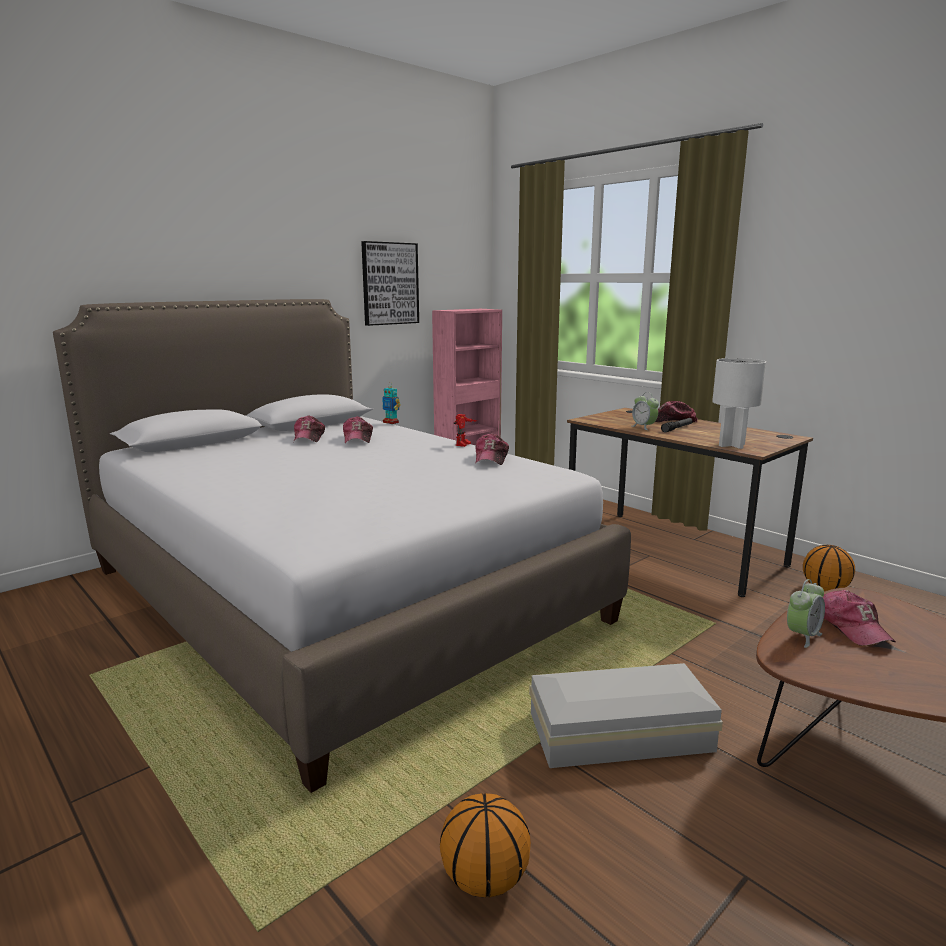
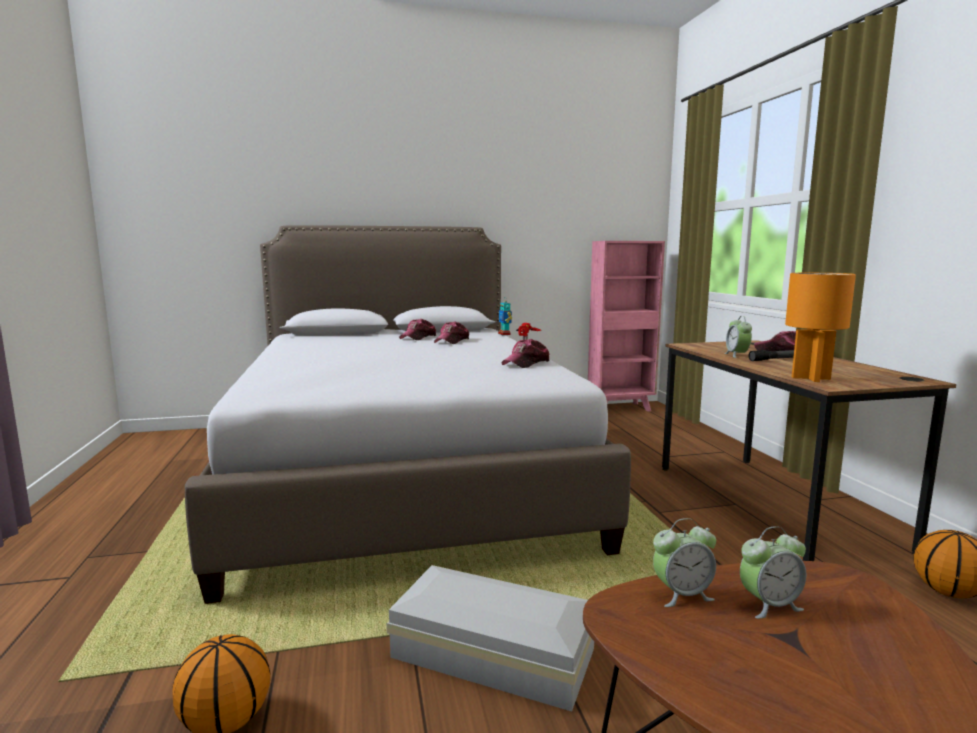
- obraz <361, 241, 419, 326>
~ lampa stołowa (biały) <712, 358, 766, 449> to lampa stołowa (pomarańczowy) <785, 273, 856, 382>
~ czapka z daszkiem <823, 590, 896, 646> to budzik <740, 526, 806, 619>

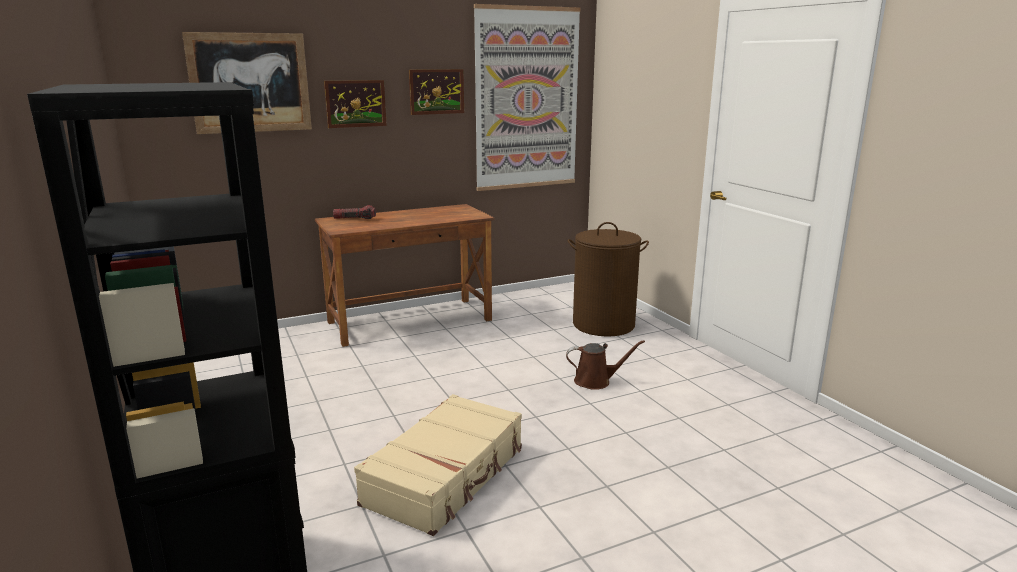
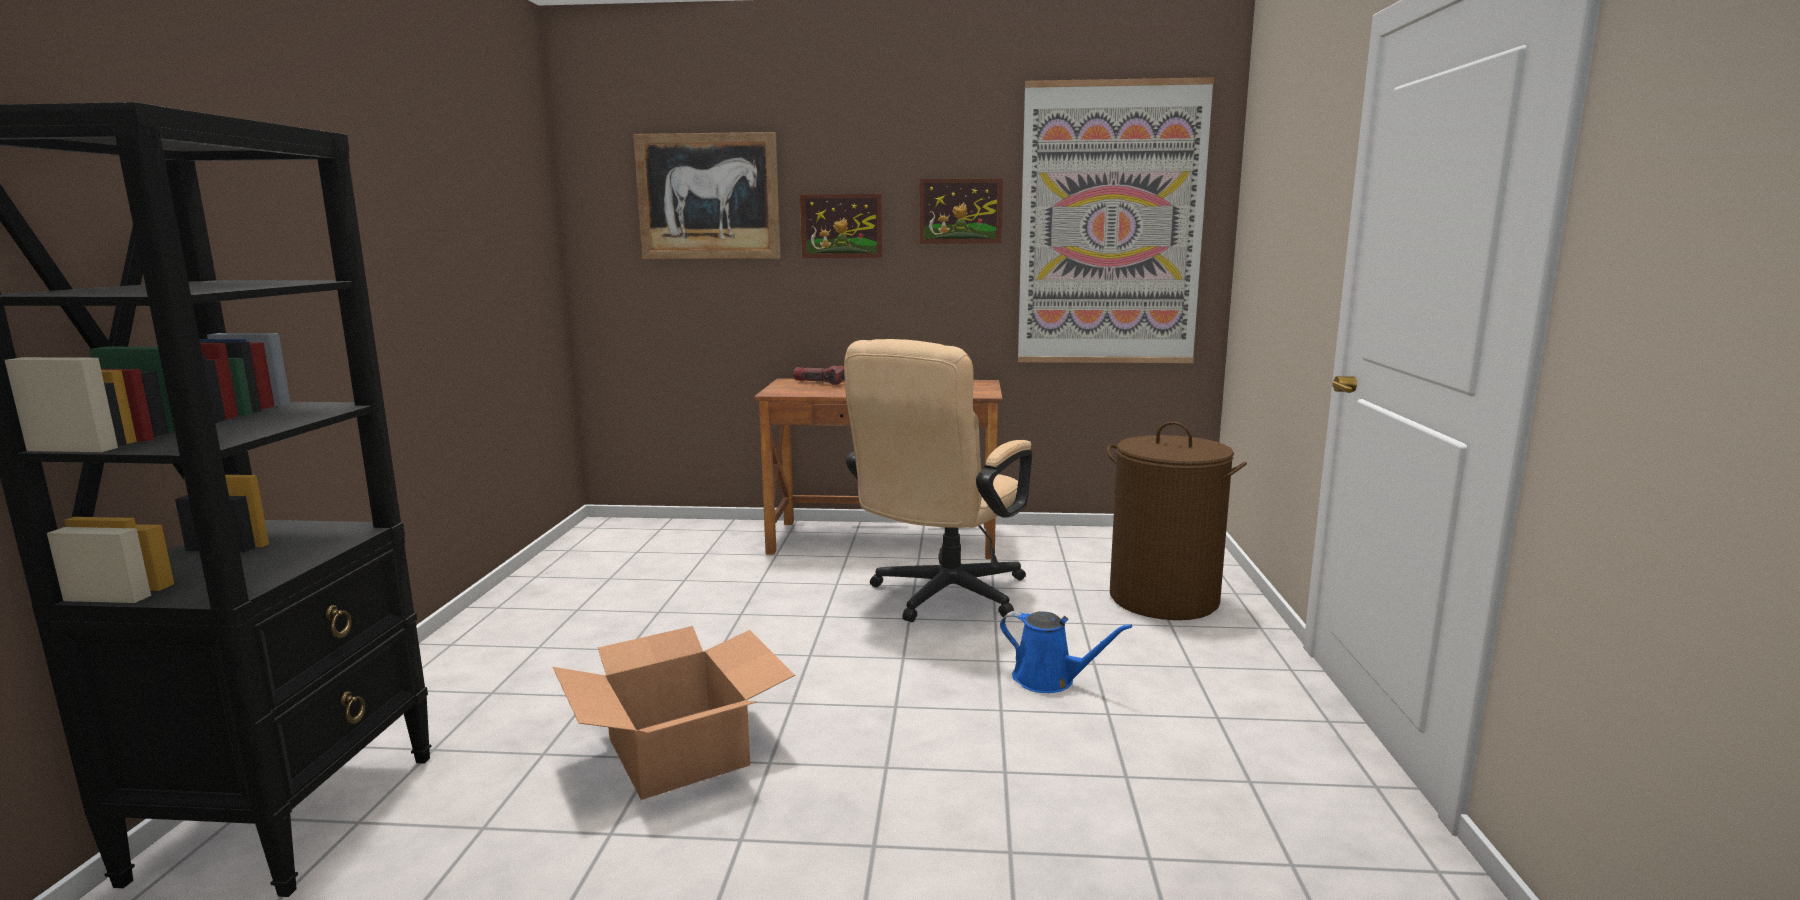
~ walizka (beżowy) <354, 394, 522, 536> to karton <553, 626, 795, 800>
~ konewka (brązowy) <566, 340, 645, 390> to konewka (niebieski) <1000, 611, 1132, 693>
+ krzesło biurowe (beżowy) <844, 339, 1032, 622>

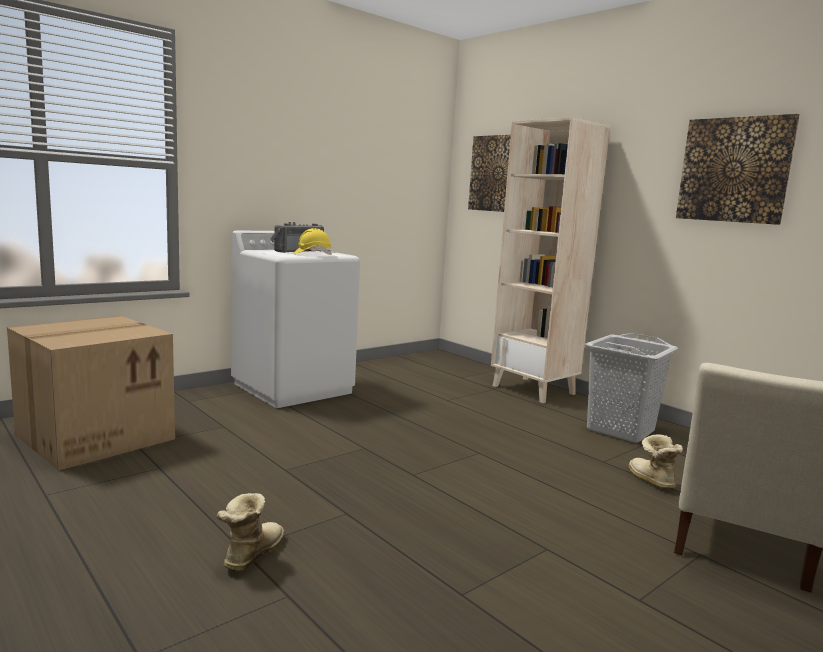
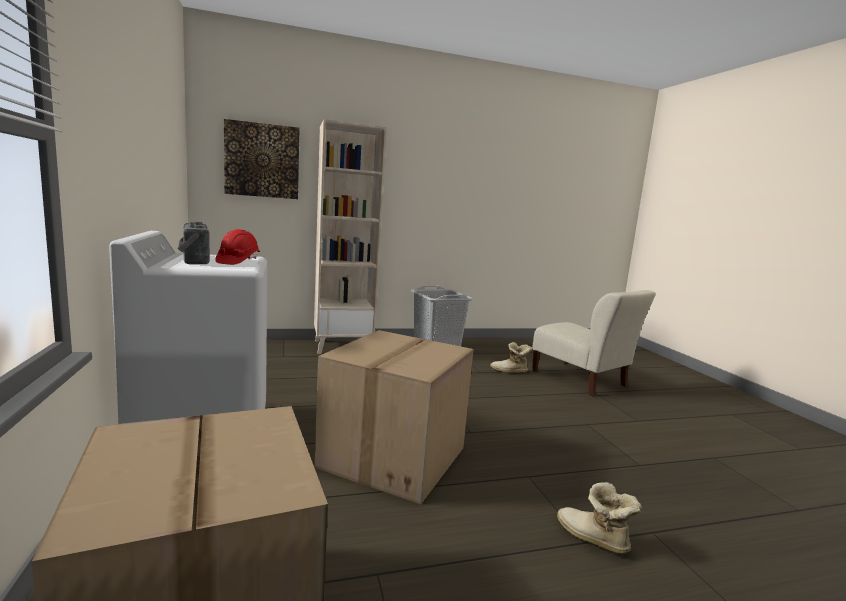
~ kask (żółty) <293, 228, 332, 255> to kask (czerwony) <215, 229, 260, 265>
- obraz <676, 114, 800, 225>
+ karton <315, 330, 473, 505>

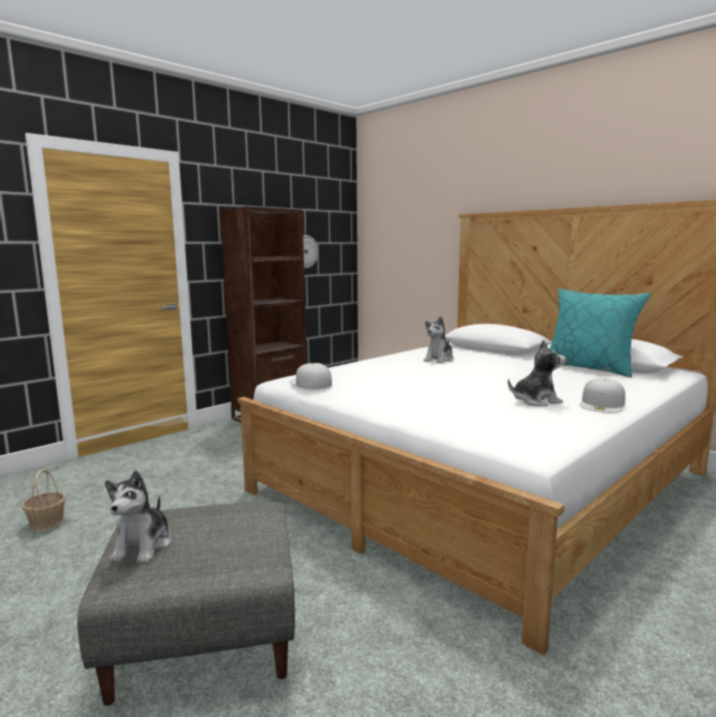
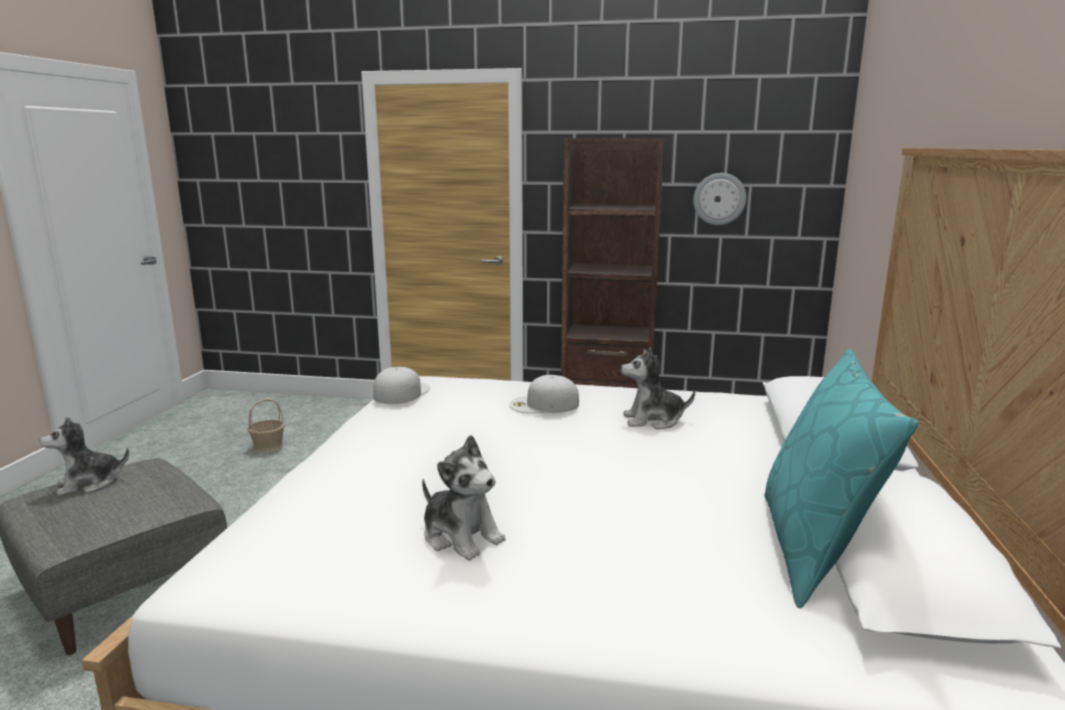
~ czapka z daszkiem (biały) <579, 379, 625, 413> to <509, 375, 579, 413>

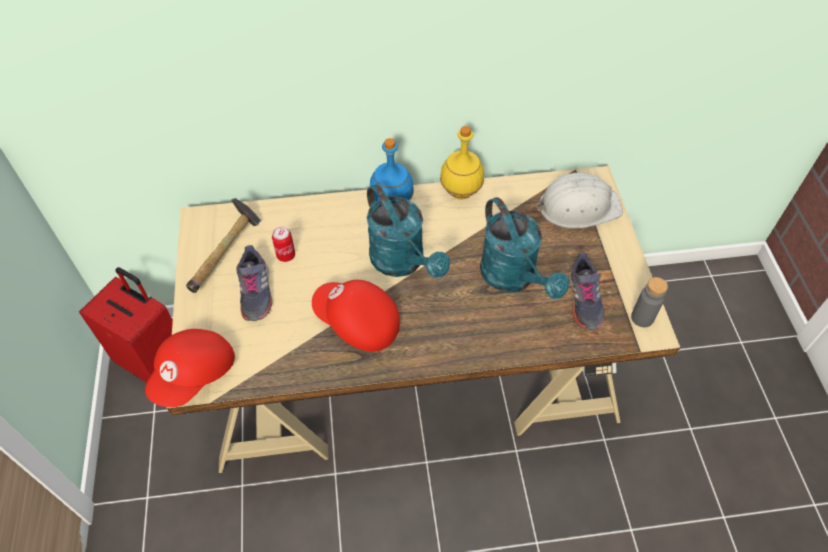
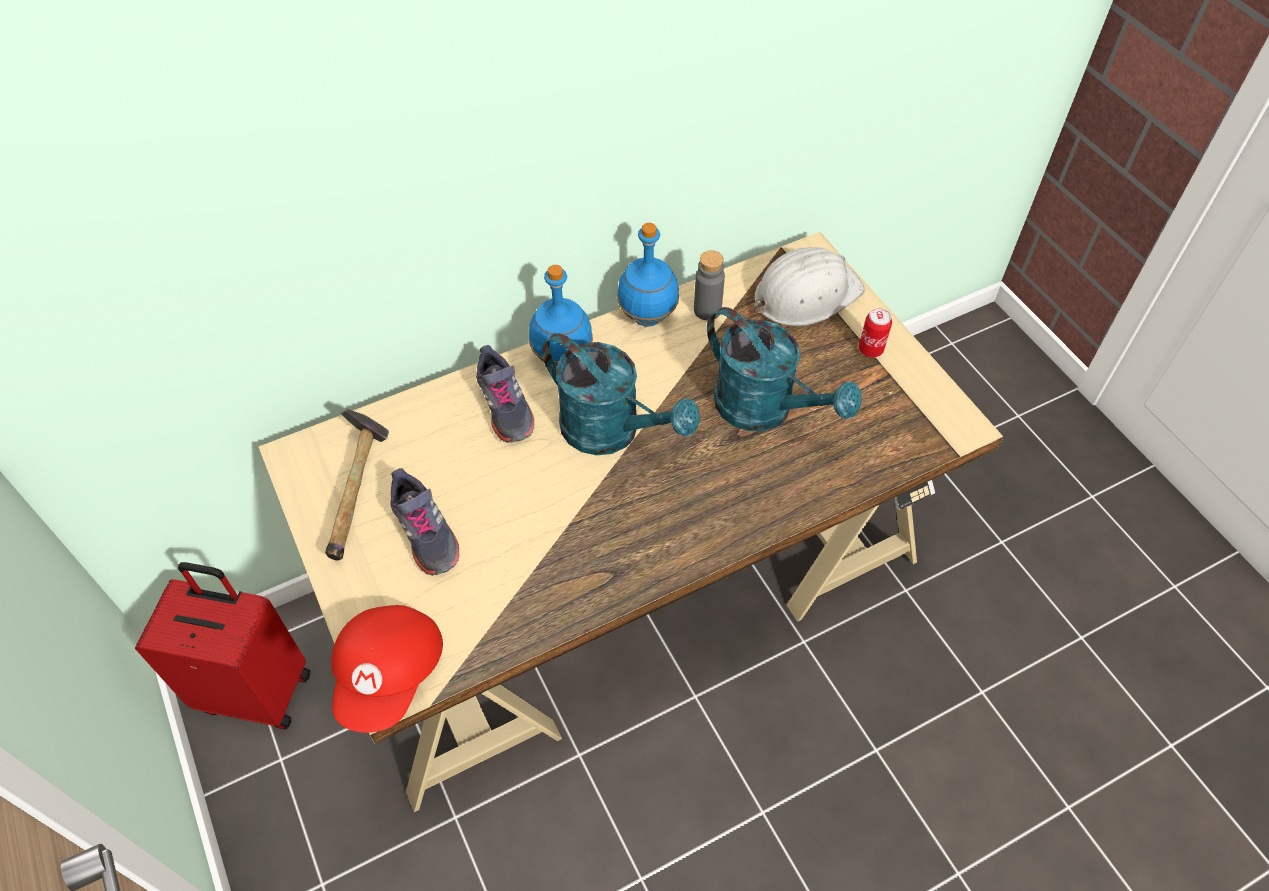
~ puszka <272, 227, 295, 262> to <859, 308, 892, 357>
- czapka z daszkiem (czerwony) <312, 280, 400, 352>
~ butelka (żółty) <440, 126, 484, 200> to butelka (niebieski) <617, 223, 679, 327>
~ but (szary) <569, 253, 605, 330> to <476, 345, 534, 443>
~ butelka (szary) <631, 277, 668, 327> to <694, 250, 725, 321>

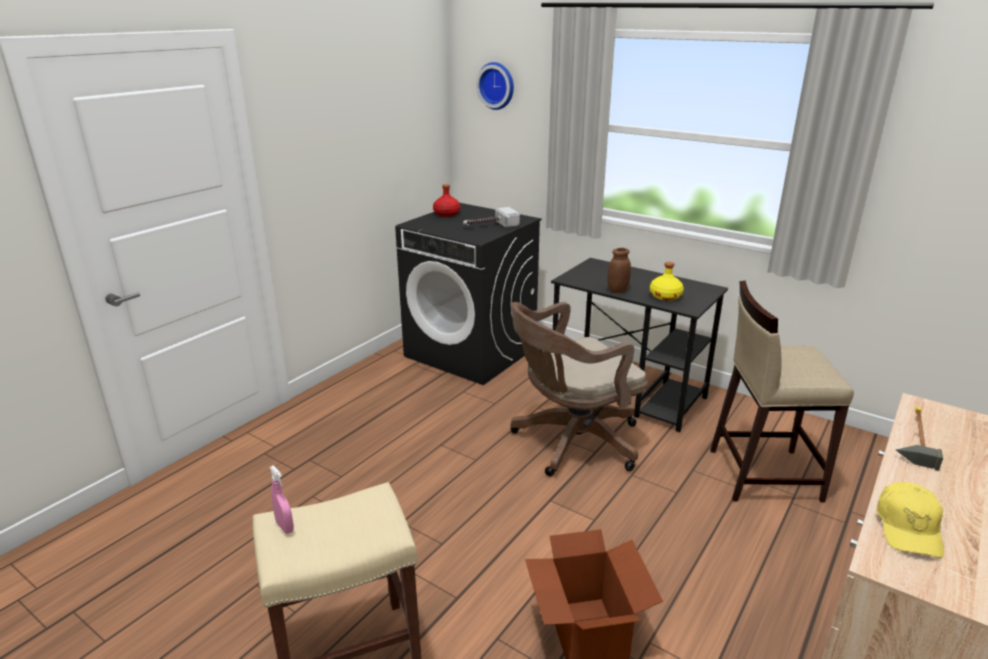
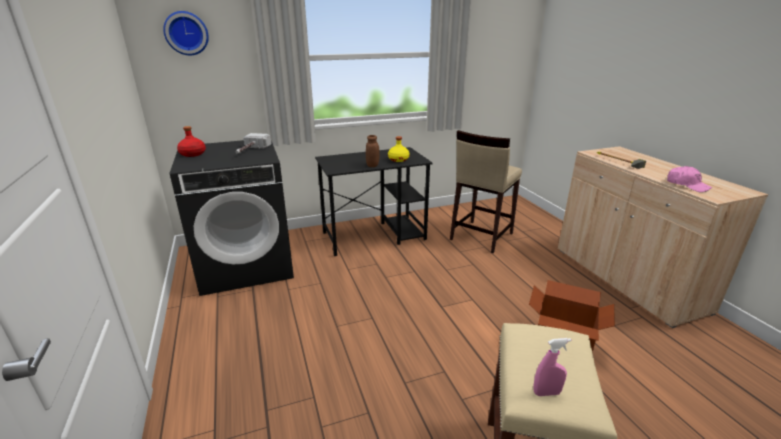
- krzesło biurowe (brązowy) <510, 302, 648, 476>
~ czapka z daszkiem (żółty) <876, 482, 944, 558> to czapka z daszkiem (różowy) <667, 166, 712, 192>

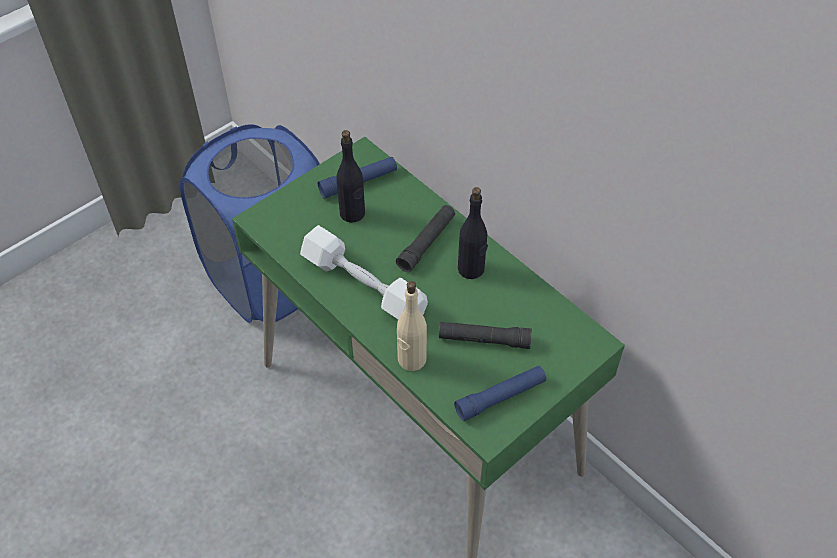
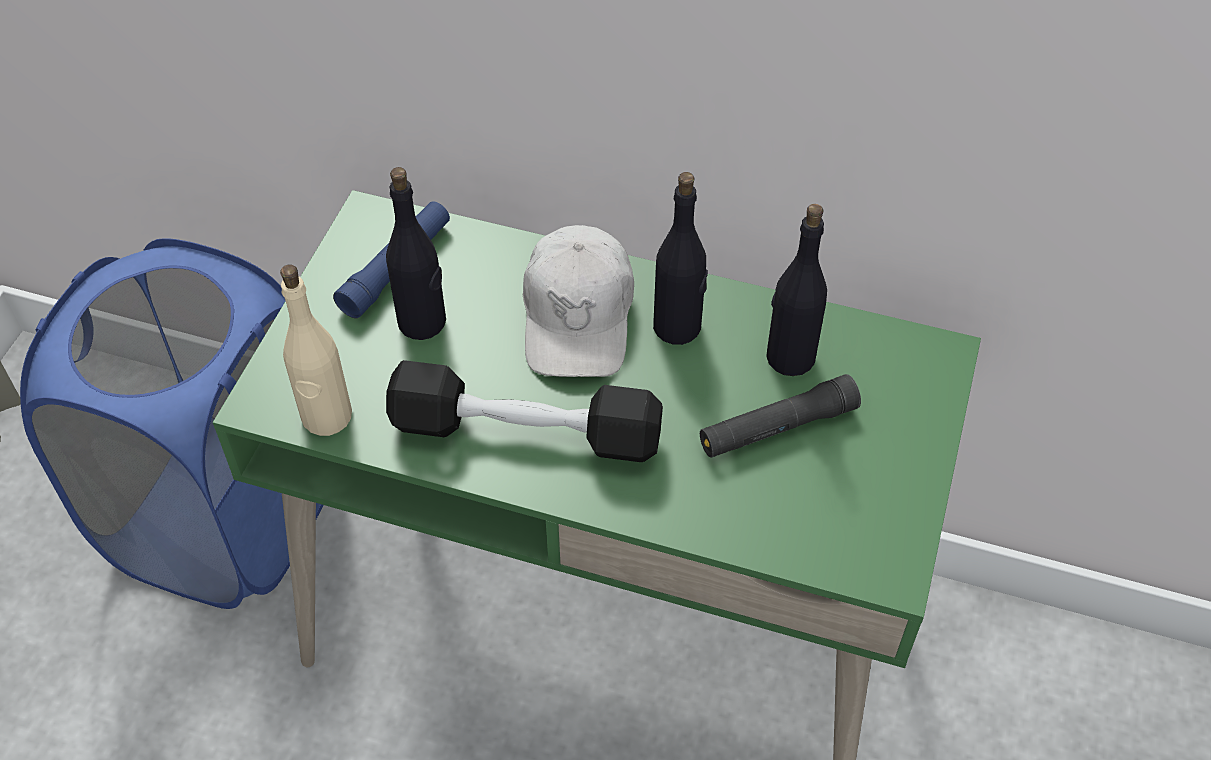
~ hantel (biały) <300, 225, 428, 319> to hantel (czarny) <386, 360, 663, 462>
~ latarka (czarny) <396, 205, 455, 272> to czapka z daszkiem (biały) <523, 225, 634, 377>
~ butelka (beżowy) <397, 281, 427, 371> to <280, 264, 352, 436>
- latarka (niebieski) <454, 366, 546, 421>
+ butelka (czarny) <766, 204, 827, 376>

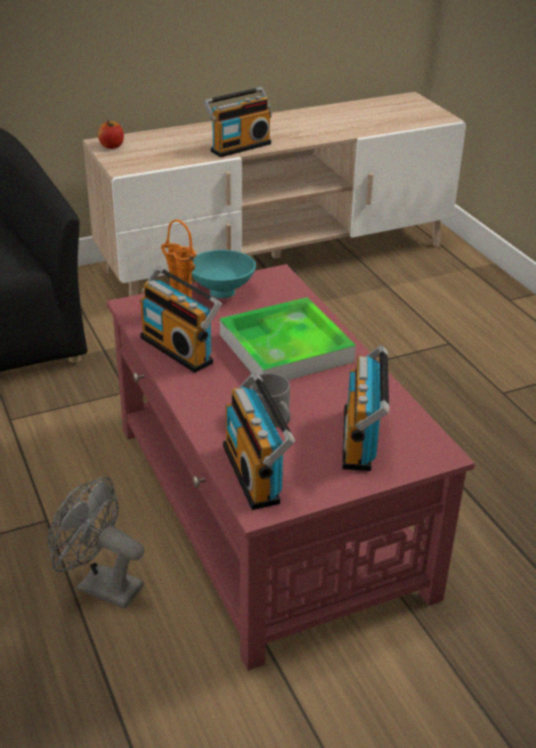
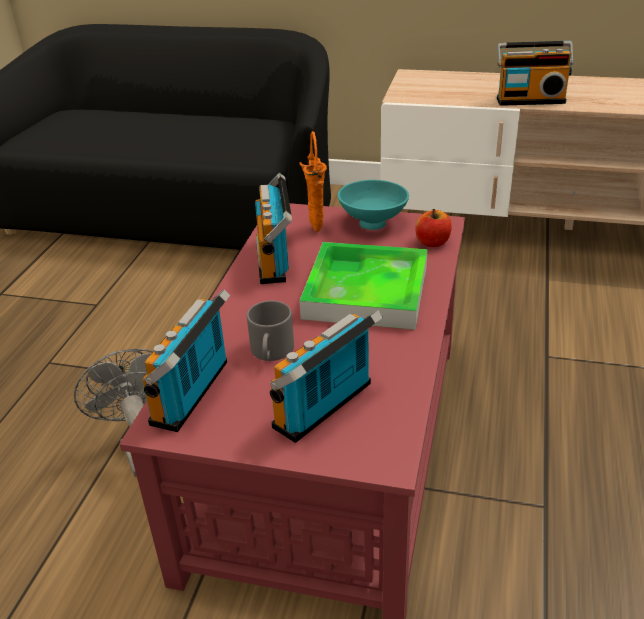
~ jabłko <98, 120, 124, 149> to <415, 209, 451, 247>

